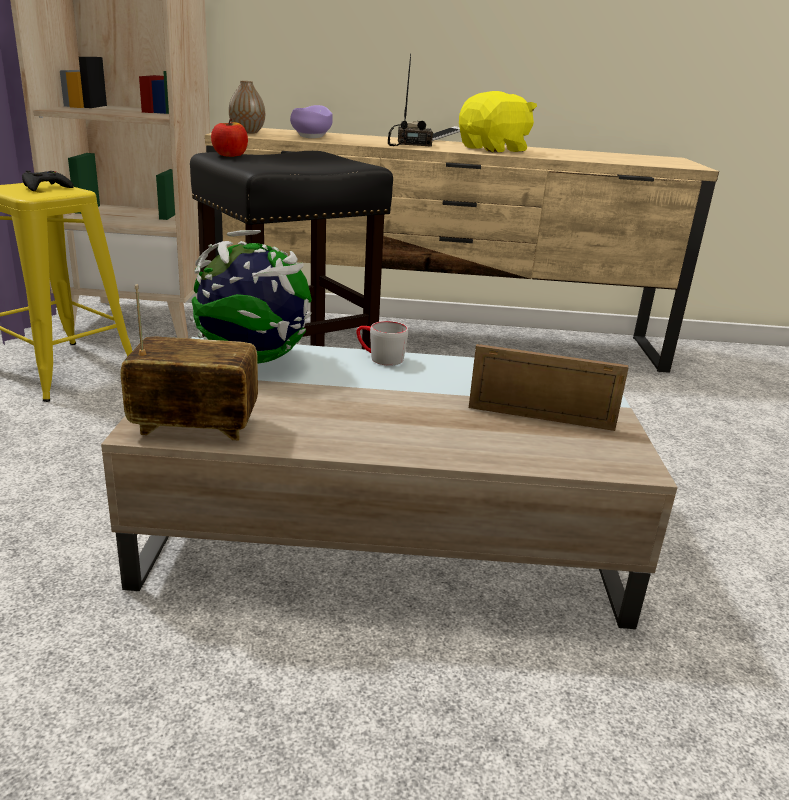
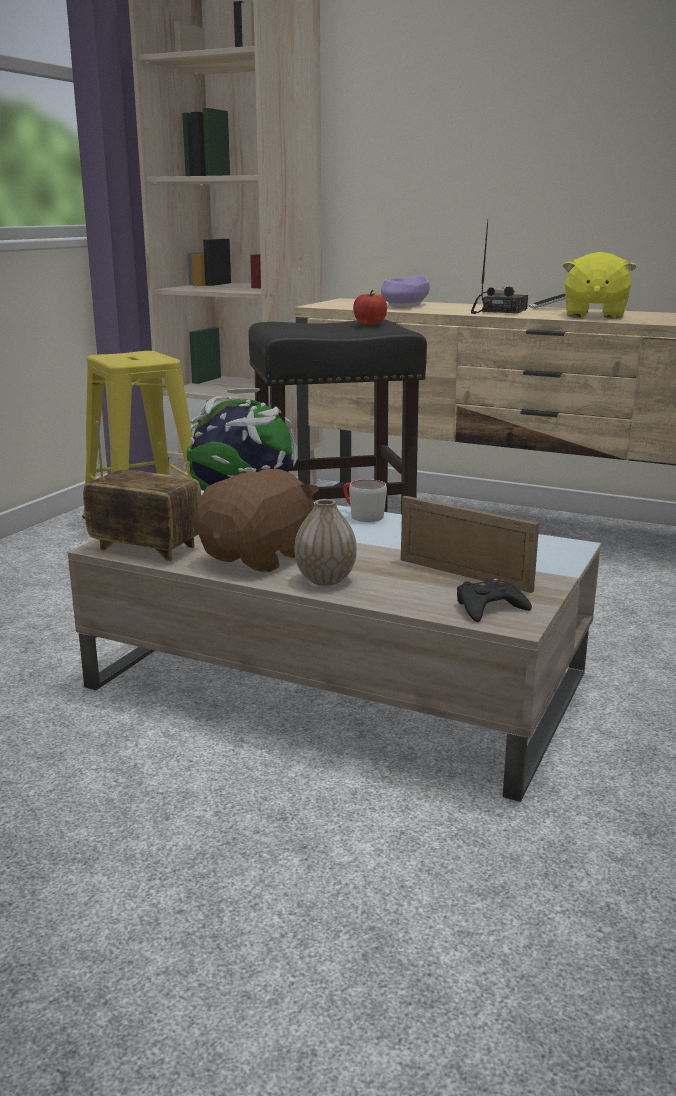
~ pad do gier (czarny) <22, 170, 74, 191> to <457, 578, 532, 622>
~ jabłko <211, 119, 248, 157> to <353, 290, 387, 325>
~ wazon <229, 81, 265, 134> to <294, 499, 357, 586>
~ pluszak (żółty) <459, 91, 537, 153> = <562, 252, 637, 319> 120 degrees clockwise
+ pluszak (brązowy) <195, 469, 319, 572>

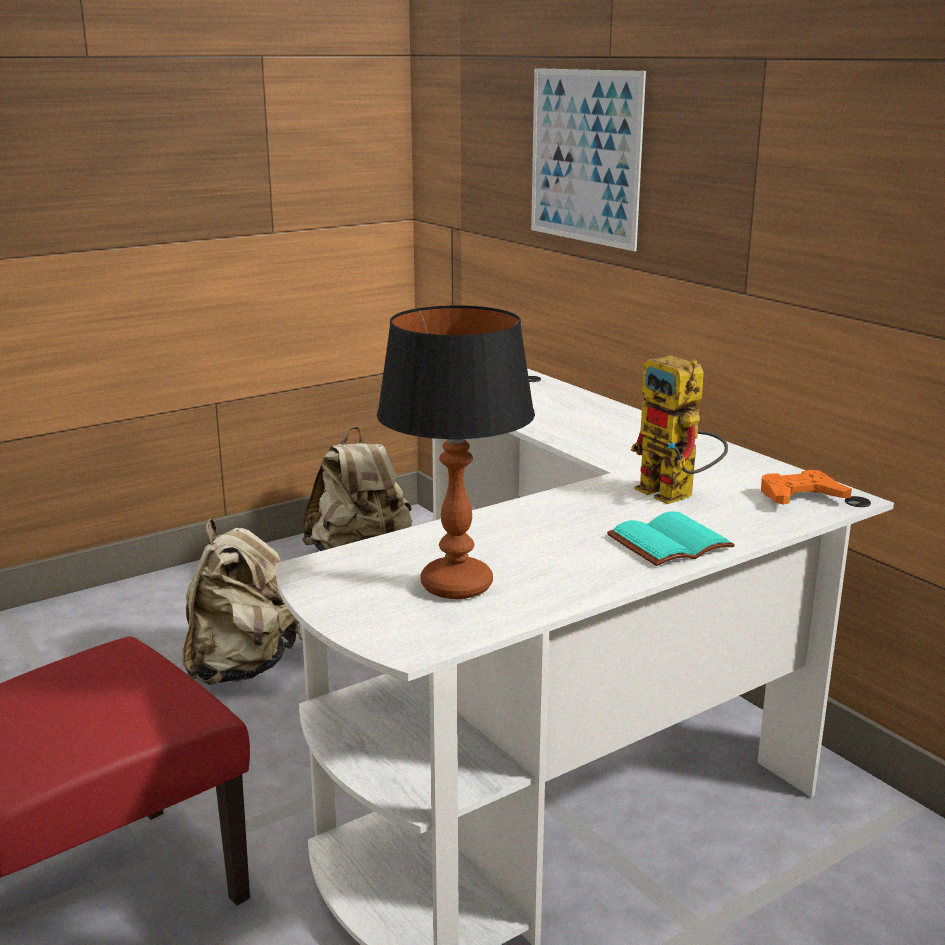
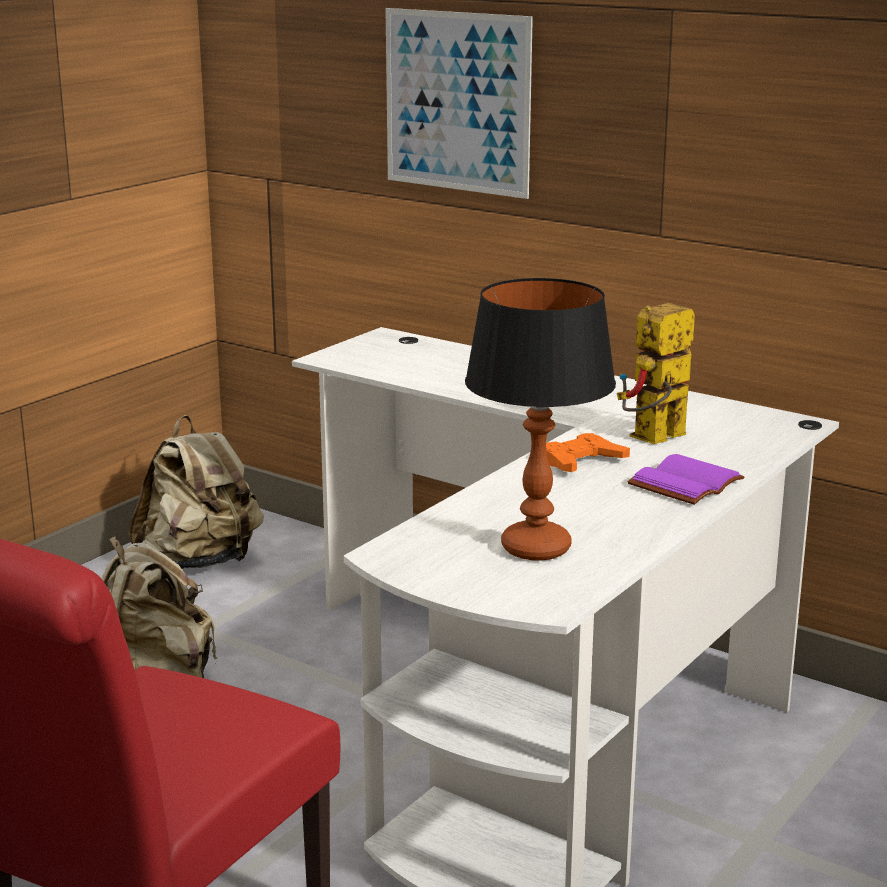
~ książka (turkusowy) <607, 511, 735, 566> to książka (fioletowy) <627, 454, 744, 505>
~ robot zabawkowy <630, 355, 728, 504> = <617, 303, 695, 444> 105 degrees clockwise
~ pad do gier (pomarańczowy) <761, 470, 852, 505> to <546, 433, 630, 472>

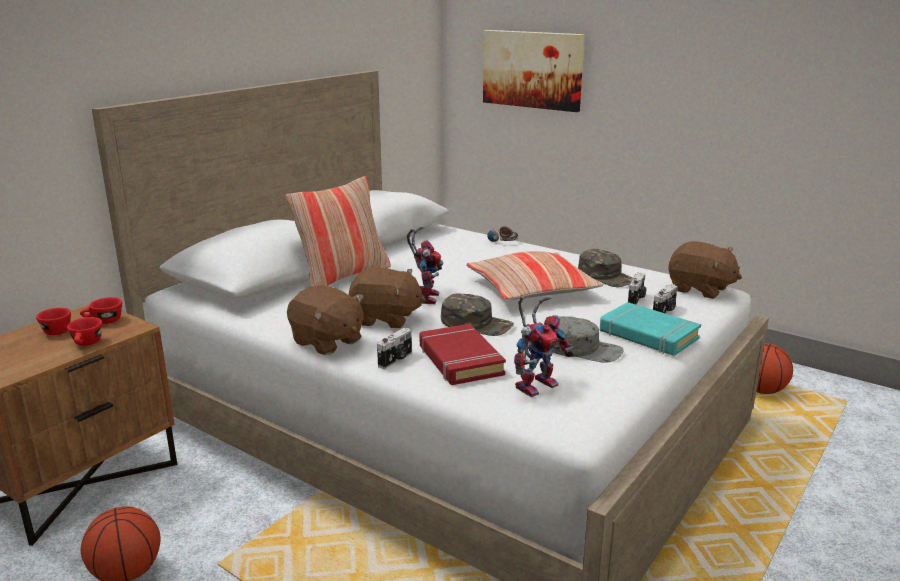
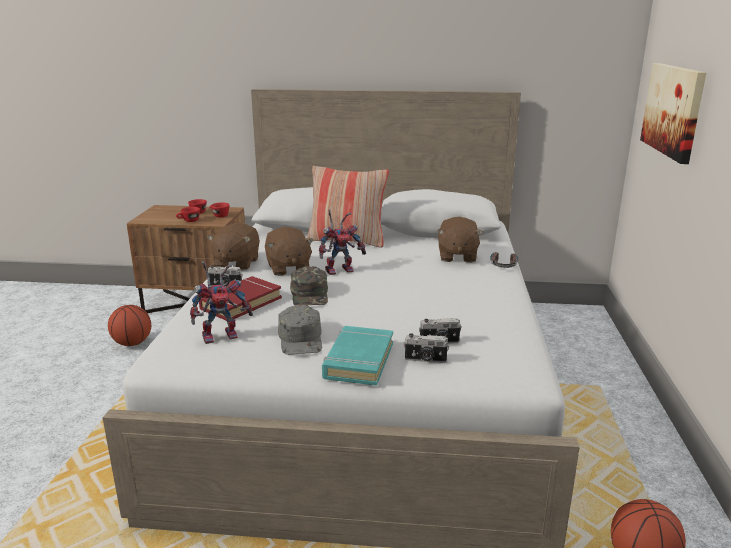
- poduszka <467, 251, 603, 300>
~ robot zabawkowy <514, 297, 575, 397> = <190, 261, 253, 344> 45 degrees counterclockwise
- czapka z daszkiem (zielony) <578, 249, 633, 287>
~ pluszak (brązowy) <668, 241, 742, 299> to <437, 217, 483, 263>

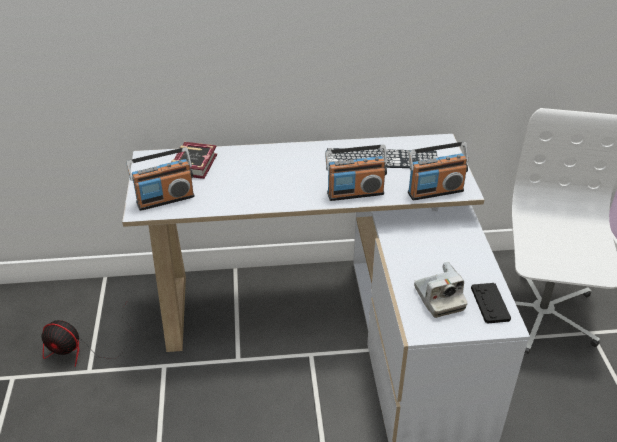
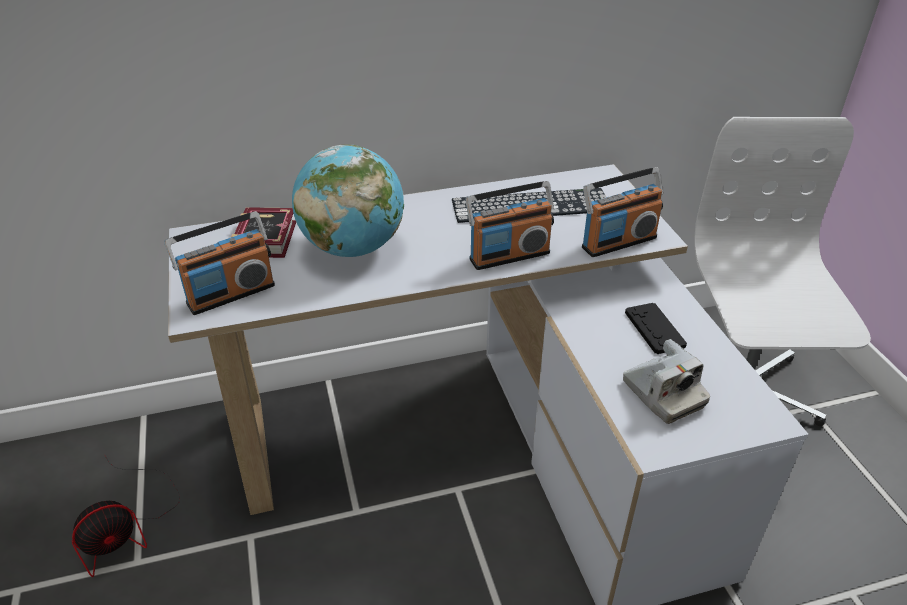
~ wentylator <41, 302, 133, 367> = <72, 456, 180, 577> 45 degrees counterclockwise
~ pad do gier (czarny) <471, 283, 511, 324> to <625, 303, 687, 354>
+ globus <292, 144, 404, 257>

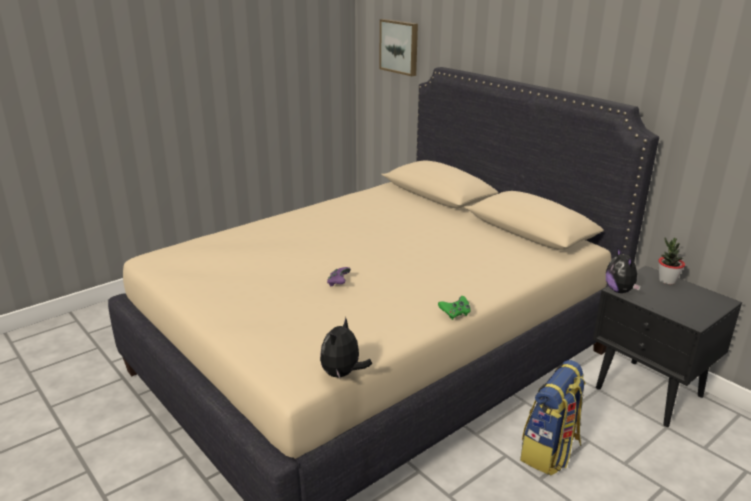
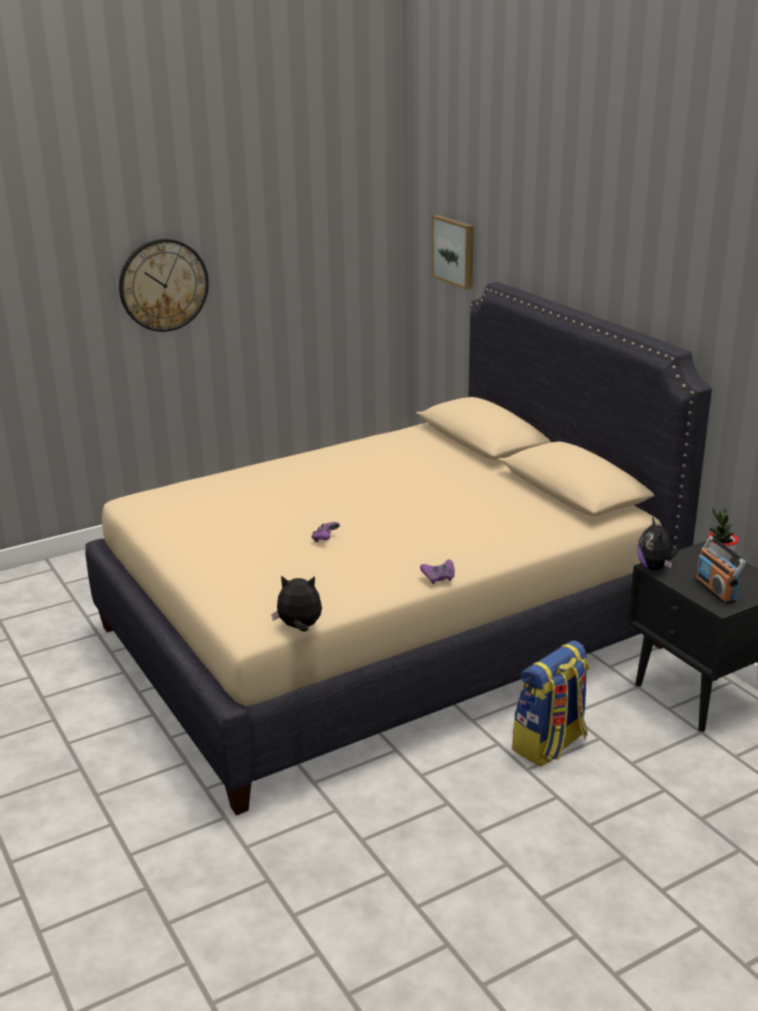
~ pluszak <320, 317, 372, 380> = <271, 575, 322, 632> 60 degrees clockwise
~ pad do gier (zielony) <438, 296, 471, 320> to pad do gier (fioletowy) <420, 559, 455, 584>
+ zegar ścienny <119, 239, 209, 332>
+ radio <695, 536, 746, 604>

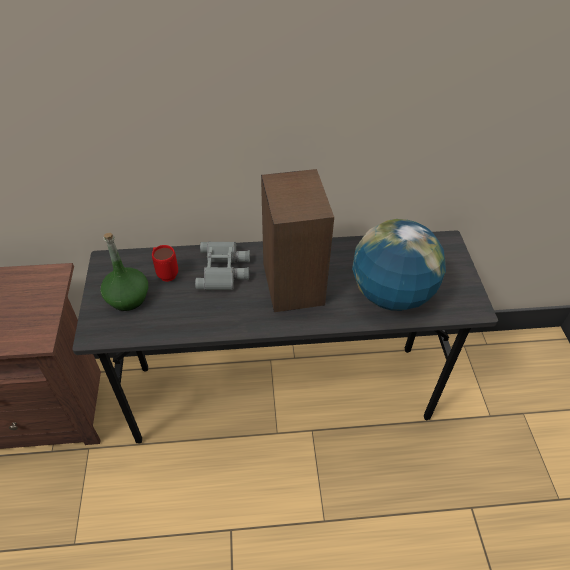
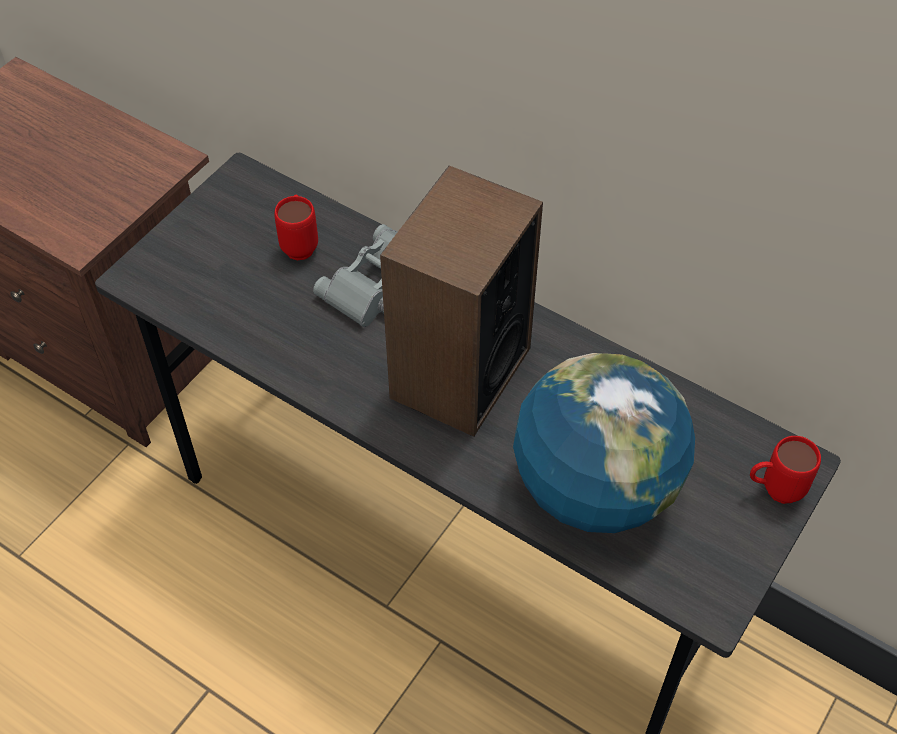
- butelka (zielony) <101, 233, 148, 311>
+ kubek (czerwony) <750, 436, 821, 504>

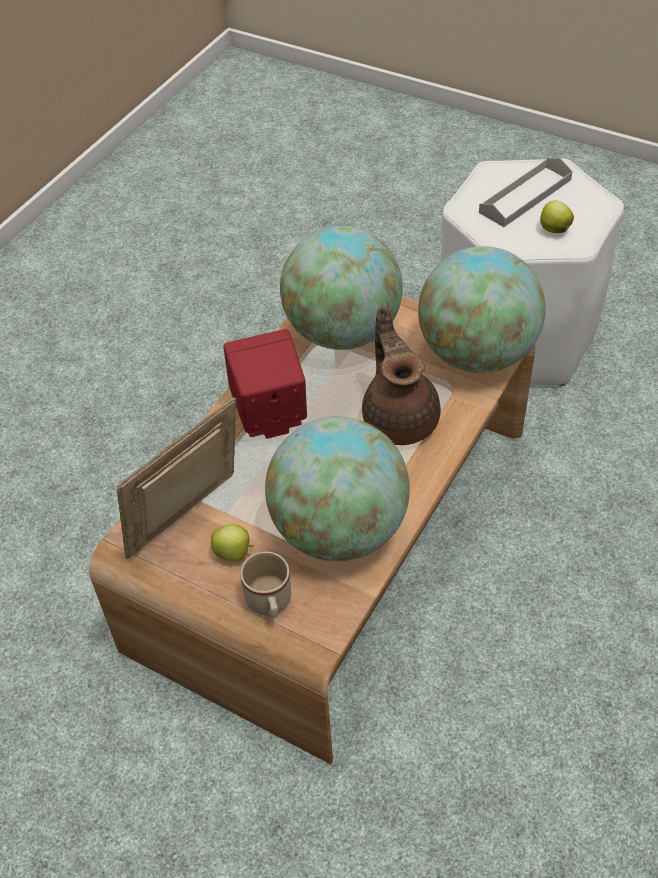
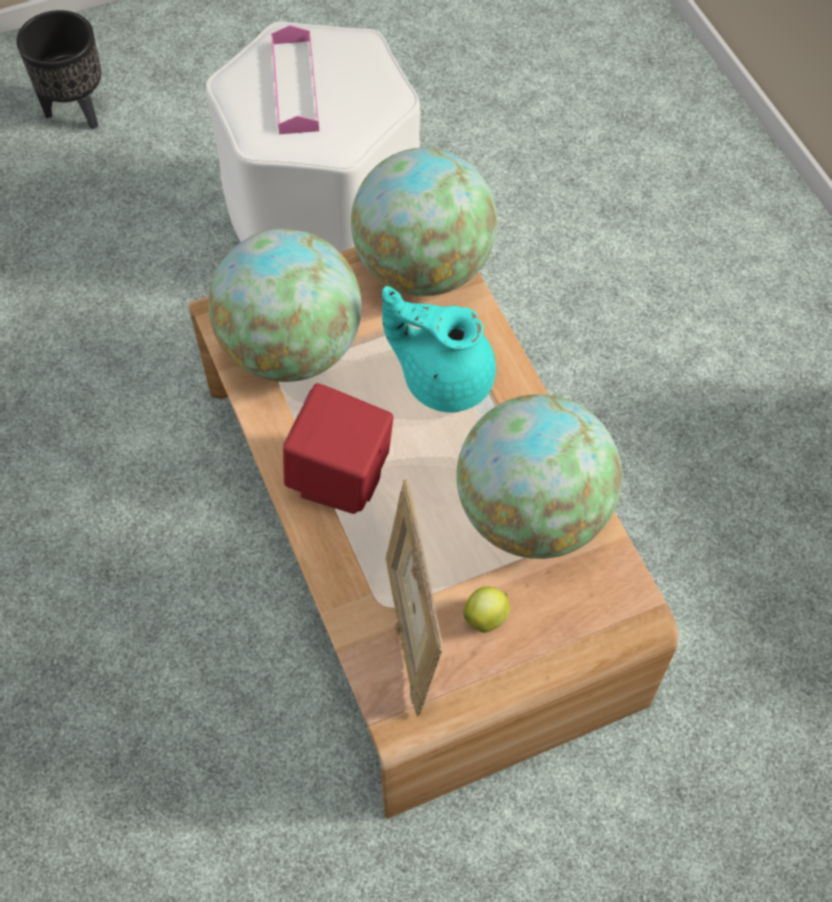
- kubek (beżowy) <240, 551, 291, 618>
~ imbryk (brązowy) <362, 307, 441, 445> to imbryk (turkusowy) <382, 286, 496, 413>
~ taca (szary) <479, 158, 573, 227> to taca (różowy) <271, 25, 319, 134>
- jabłko <540, 201, 574, 233>
+ donica (czarny) <16, 10, 101, 130>

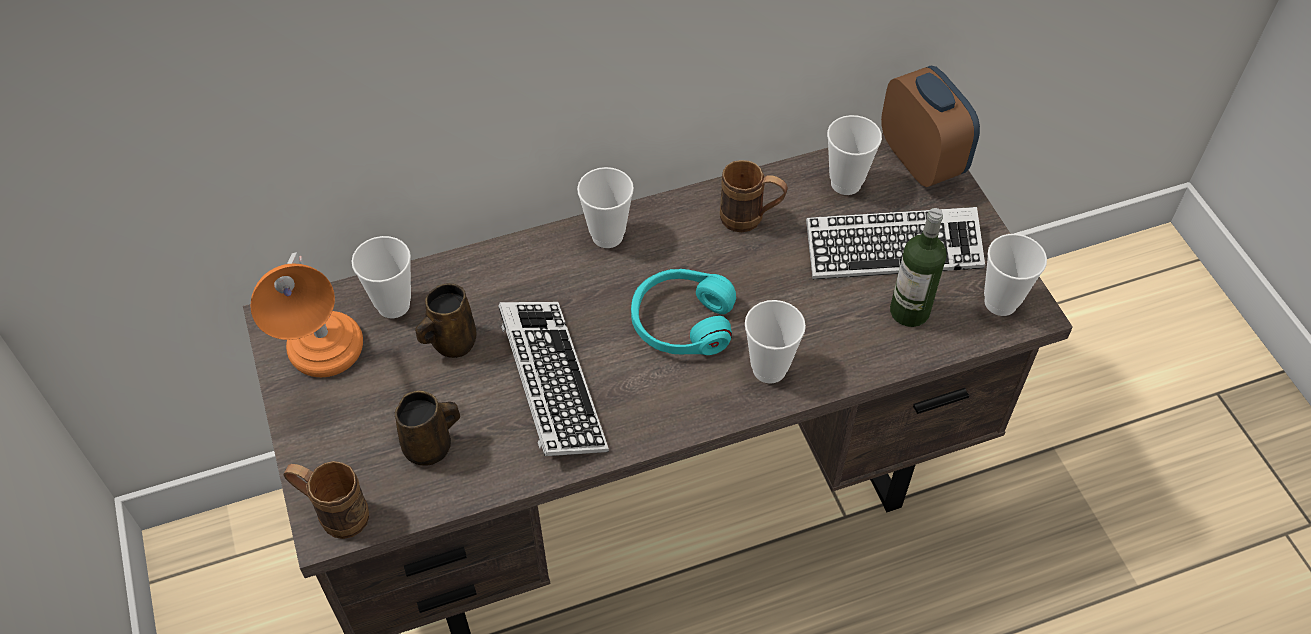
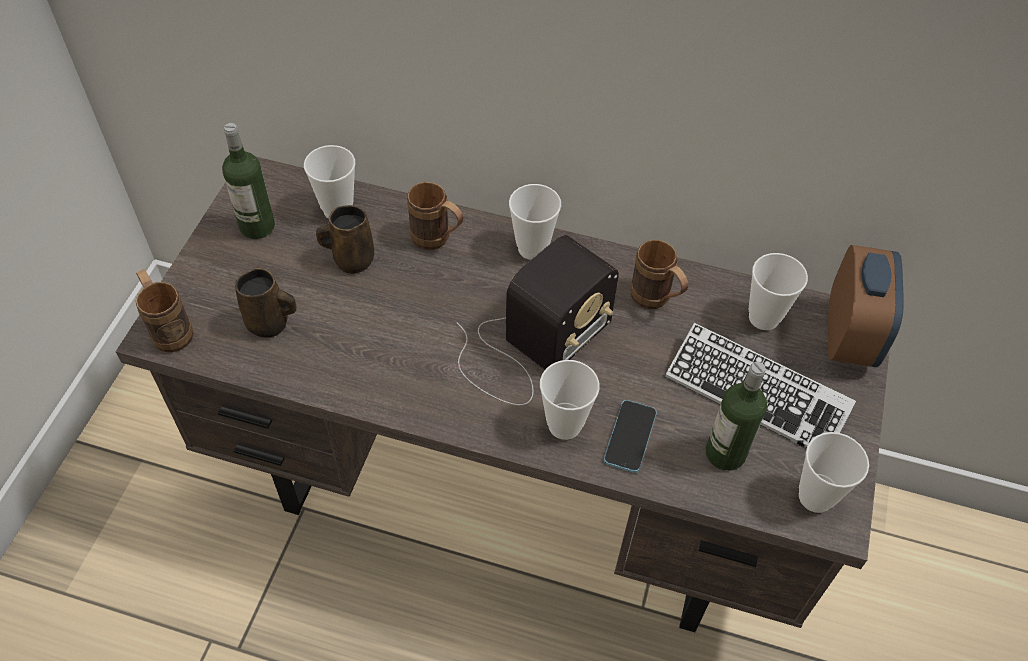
~ lampa stołowa (pomarańczowy) <250, 252, 363, 377> to butelka <222, 123, 275, 239>
- klawiatura <498, 302, 609, 456>
~ słuchawki (turkusowy) <631, 269, 736, 355> to radio <456, 235, 619, 405>
+ kubek (brązowy) <407, 182, 464, 250>
+ telefon <604, 400, 657, 473>

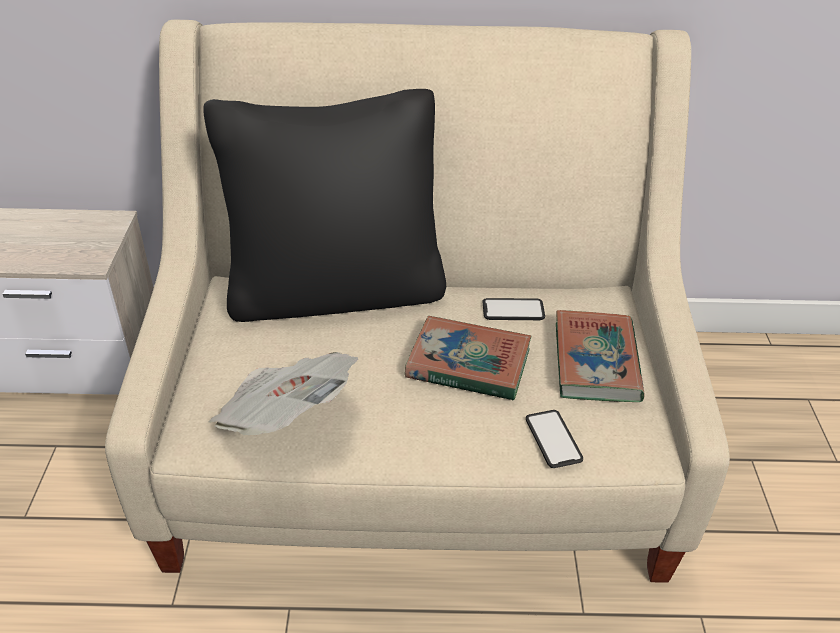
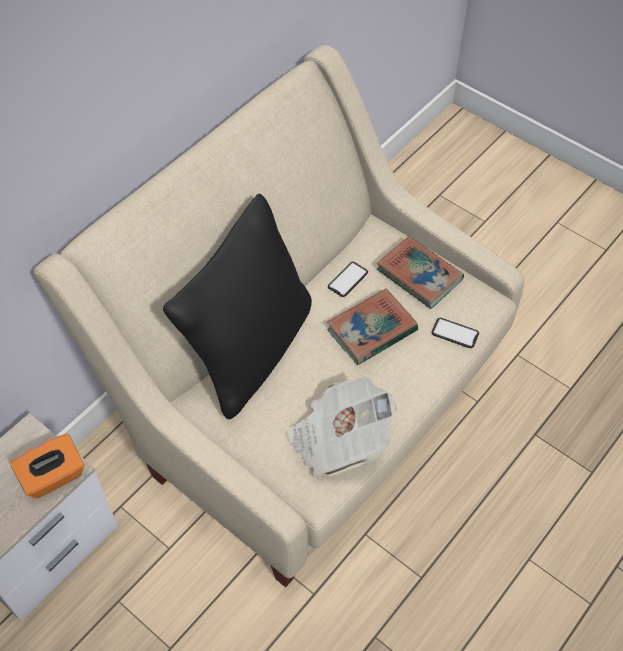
+ pudełko chusteczek (pomarańczowy) <10, 434, 84, 499>

